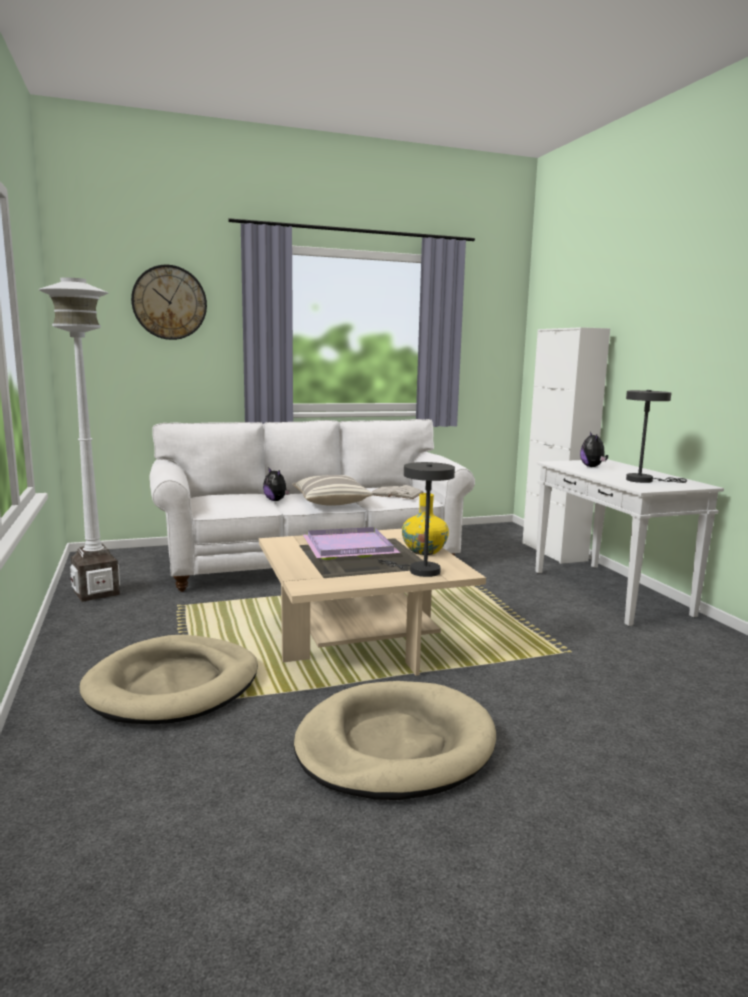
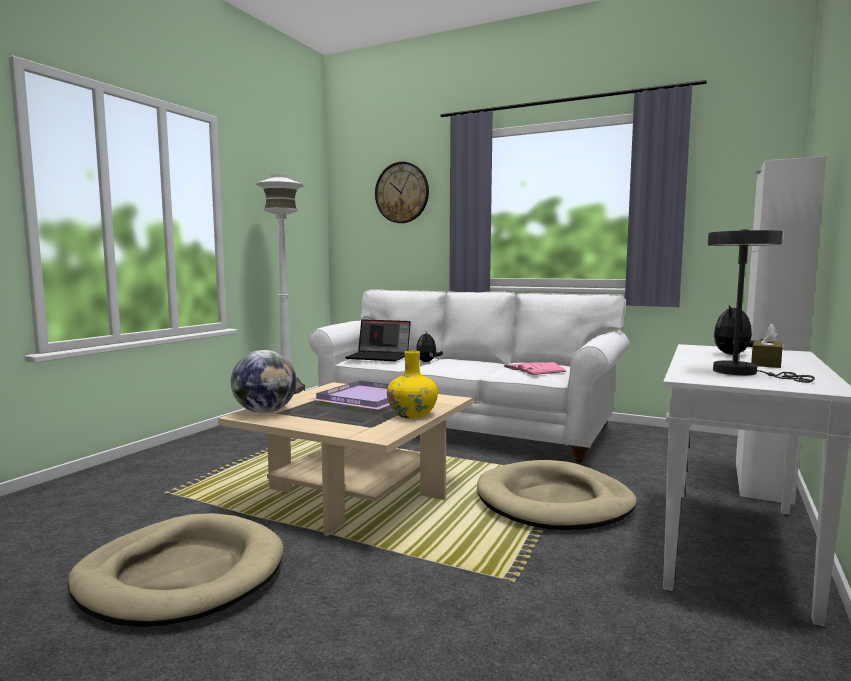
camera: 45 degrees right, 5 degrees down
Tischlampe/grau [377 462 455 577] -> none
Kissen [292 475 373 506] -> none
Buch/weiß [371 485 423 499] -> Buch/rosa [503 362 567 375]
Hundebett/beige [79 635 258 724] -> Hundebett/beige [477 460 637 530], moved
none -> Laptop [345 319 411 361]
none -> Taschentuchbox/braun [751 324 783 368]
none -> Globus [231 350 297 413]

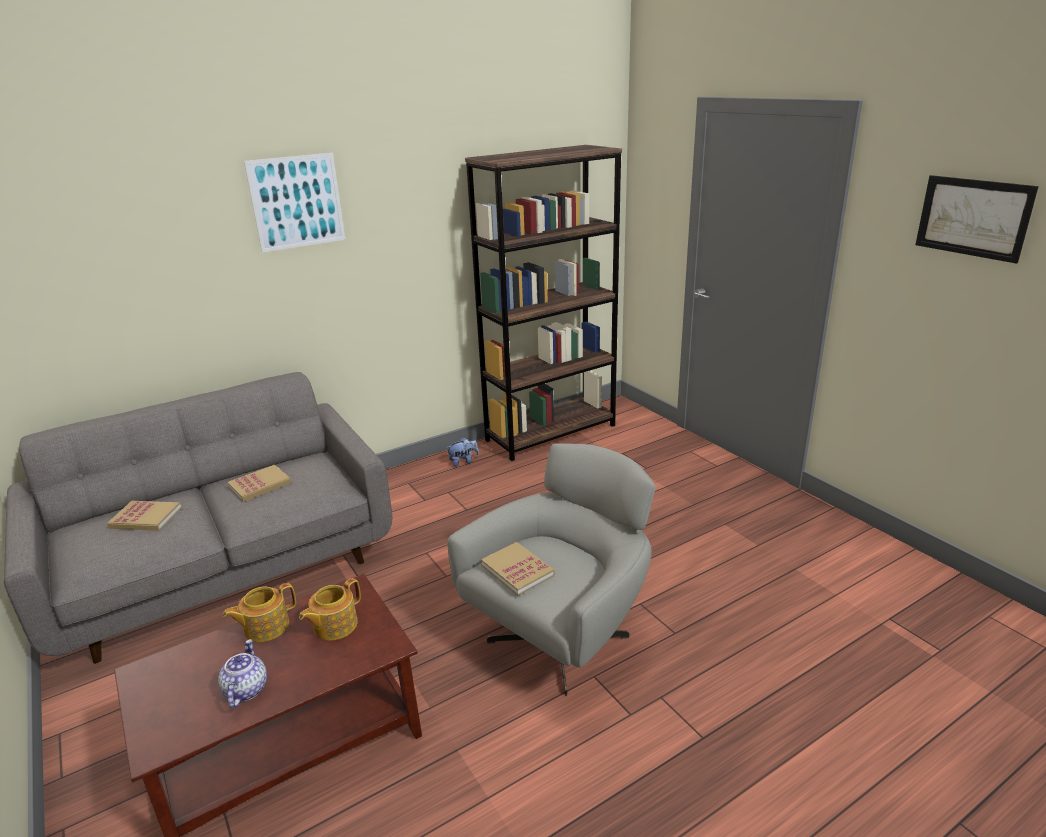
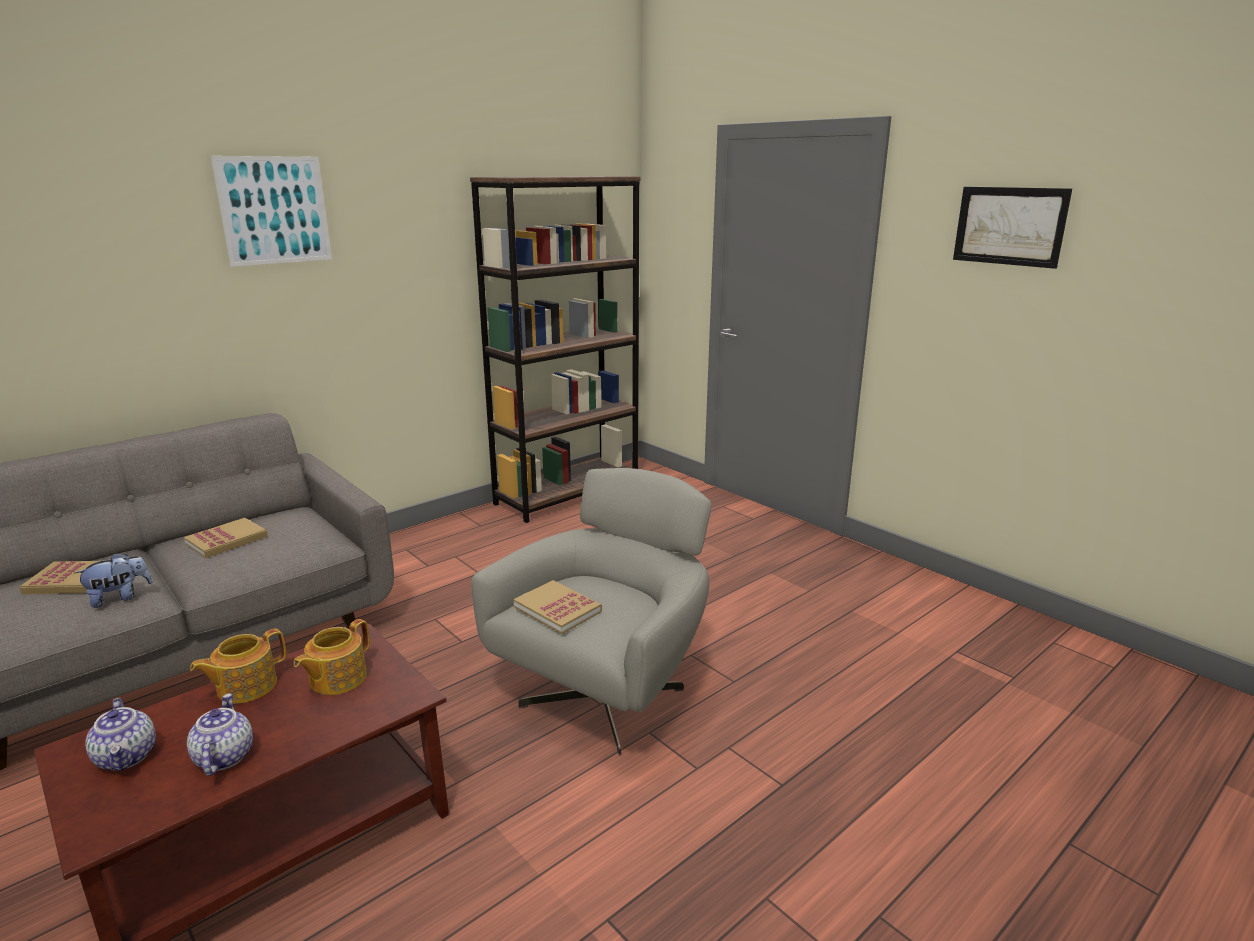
camera: 10 degrees left, 5 degrees down
Plüschtier [446 437 479 467] -> Plüschtier [74 553 153 608], moved
none -> Teekanne [86 698 156 771]

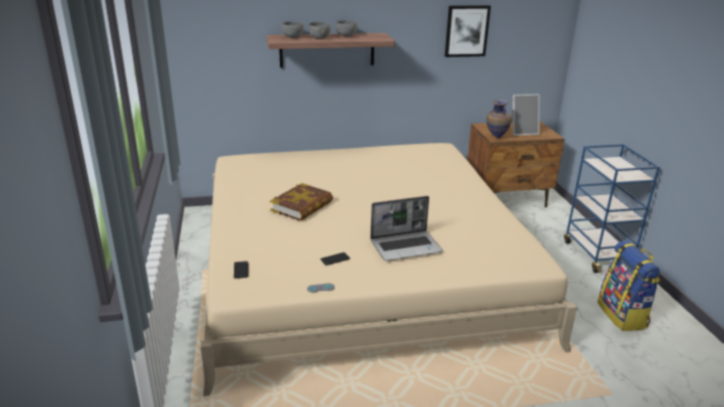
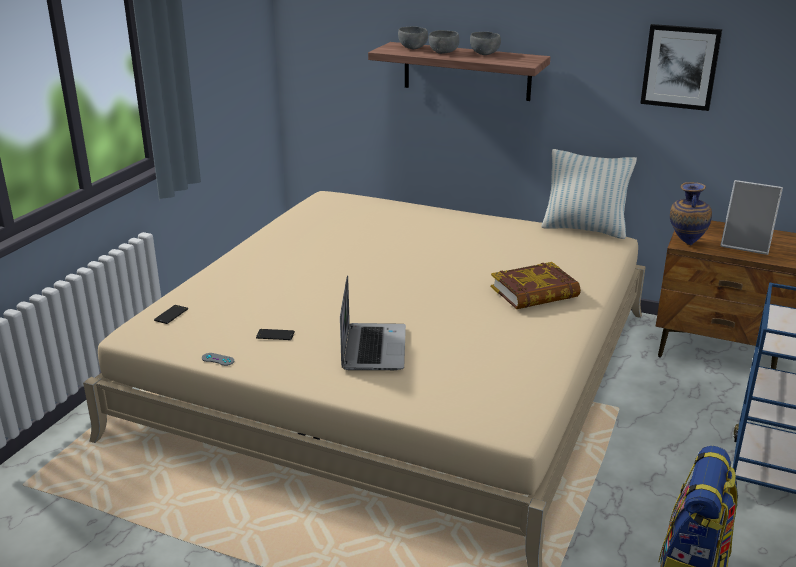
camera: 35 degrees right, 0 degrees up
Buch [270 183 333 221] -> Buch [491 262 581 309], moved
Laptop [370 196 443 261] -> Laptop [340 275 406 370], 105 degrees counterclockwise
none -> Kissen [541 149 637 239]

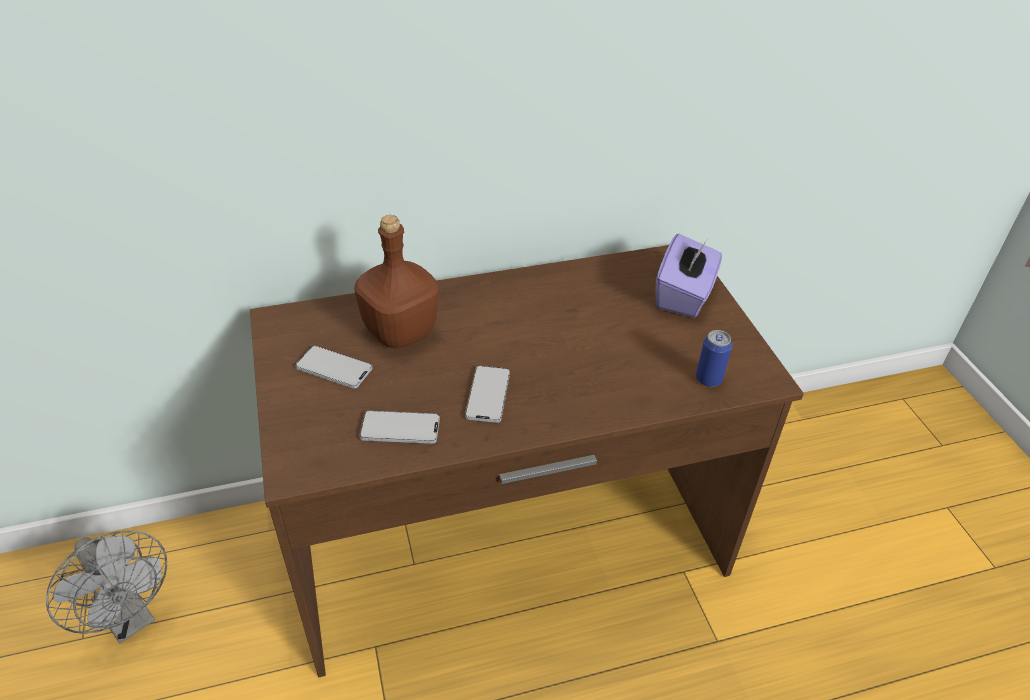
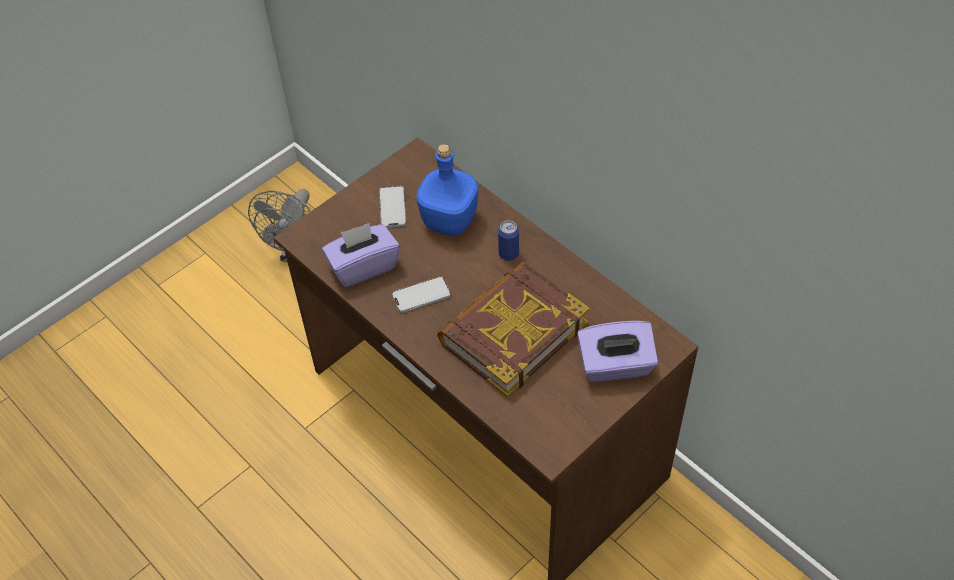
camera: 65 degrees right, 10 degrees up
Flasche/braun [354 215 439 348] -> Flasche/blau [416 144 478 236]
Dose [696 330 732 387] -> Dose [498 220 519 261], moved
Handy [360 411 440 444] -> Taschentuchbox/lila [322 223 400 287]
none -> Buch [437 262 590 398]

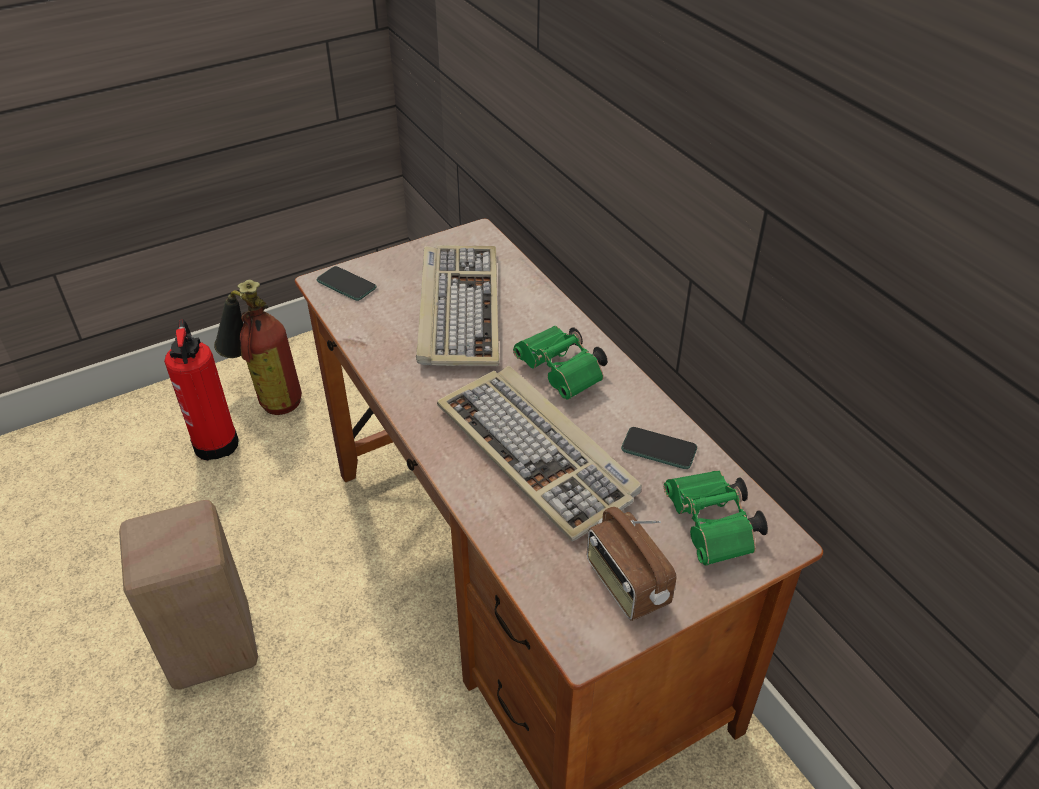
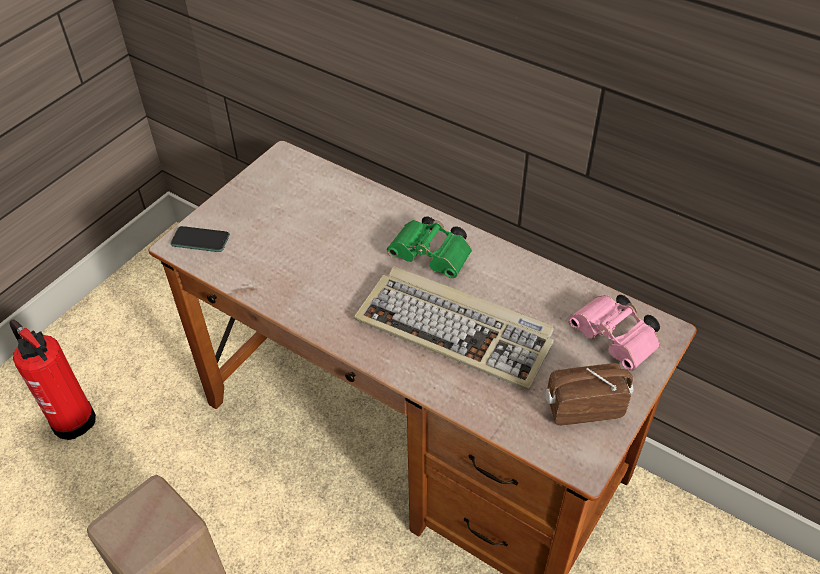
camera: 25 degrees left, 5 degrees up
Tastatur [416 245 499 366] -> none
Feuerlöscher [214 279 302 415] -> none
Handy [621 427 697 469] -> none
Fernglas/grün [664 471 768 566] -> Fernglas/rosa [569 295 660 371]
Radio [587 507 676 621] -> Radio [546 363 633 426], 135 degrees clockwise

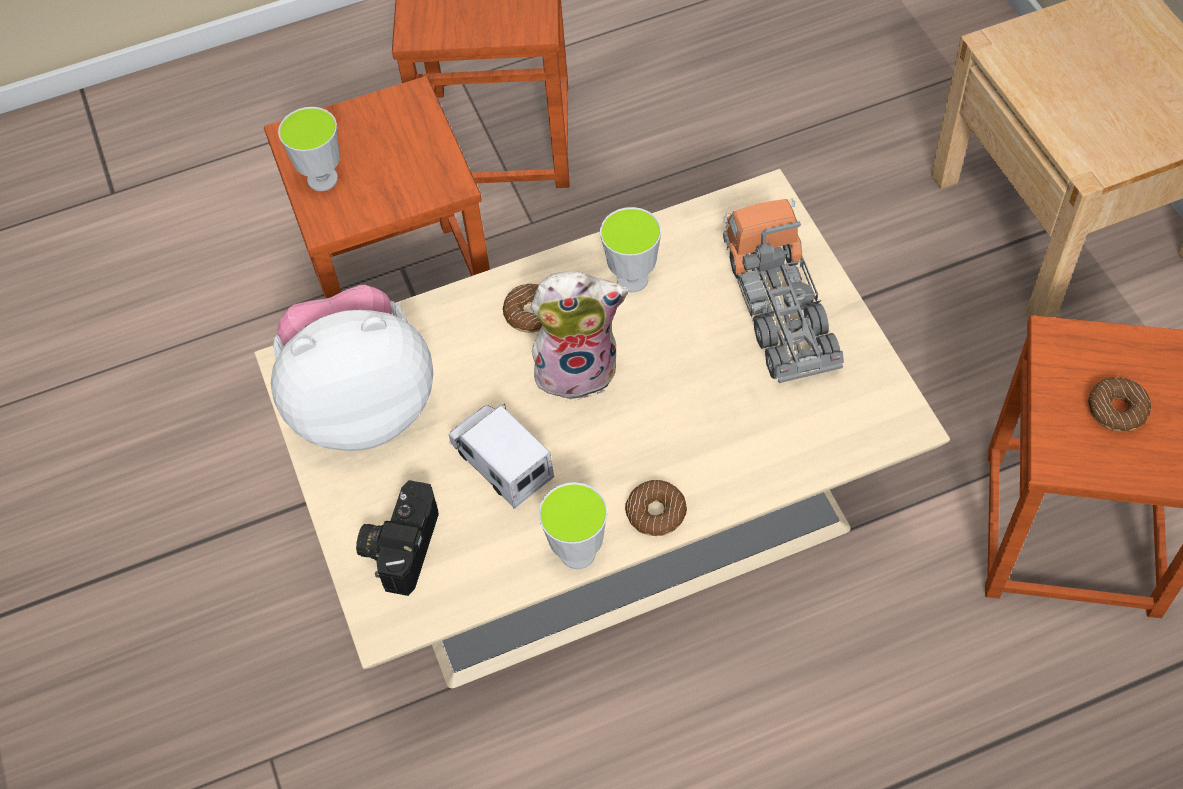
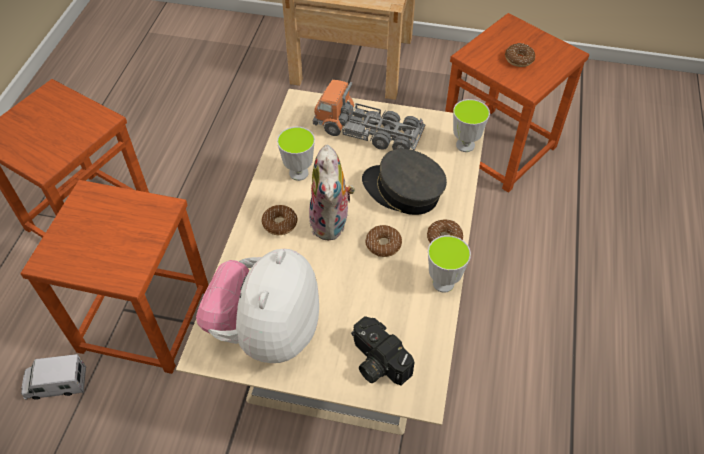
camera: 60 degrees left, 5 degrees down
Tasse [278 107 340 191] -> Tasse [453 99 490 152], moved
Plüschtier [530 271 628 401] -> Plüschtier [309 145 355 240], 150 degrees clockwise
Spielzeuglaster [449 404 554 509] -> Spielzeuglaster [21 354 86 400], moved
none -> Kappe/grau [362 149 447 215]
none -> Donut [365 225 402 257]

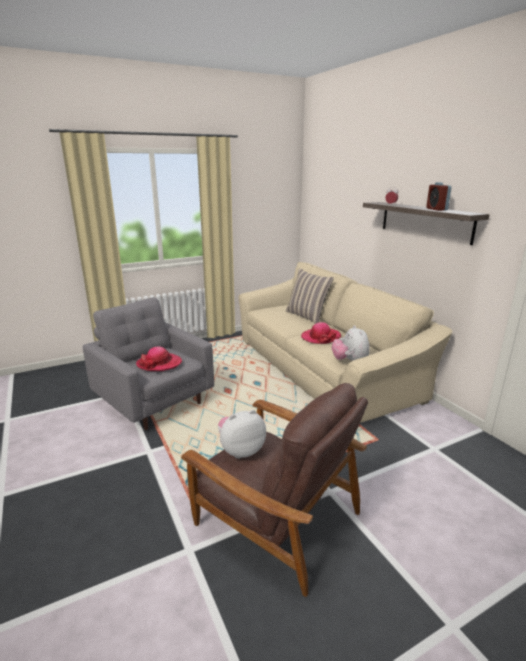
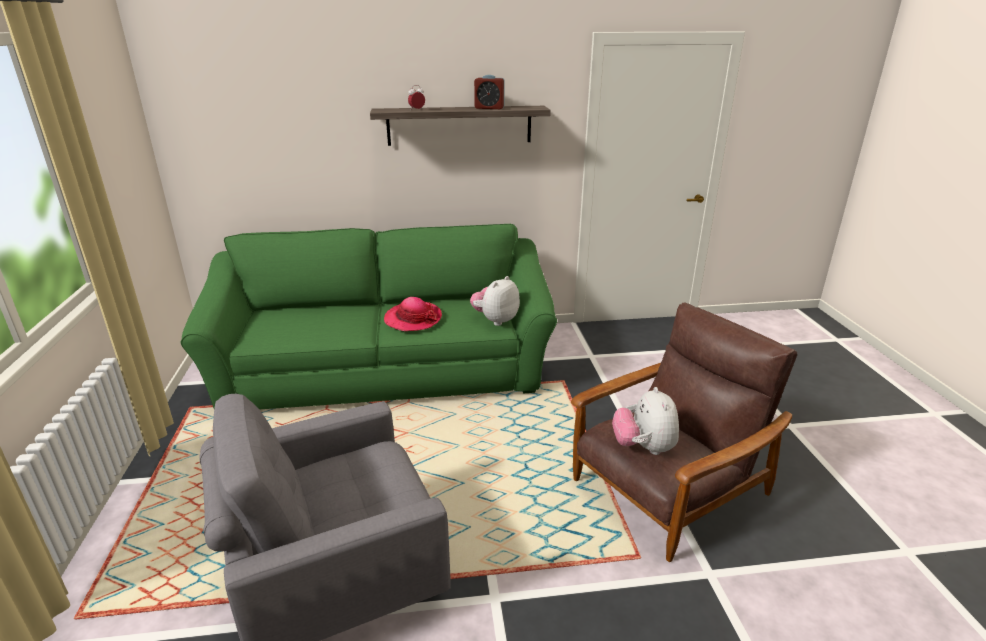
camera: 70 degrees left, 5 degrees up
Sofa/beige [238 262 453 423] -> Sofa/grün [181 224 557 409]
Kissen [286 268 334 324] -> none
Plüschtier [332 325 370 361] -> Plüschtier [470 276 520 326], 120 degrees clockwise
Hut [136 346 182 371] -> none

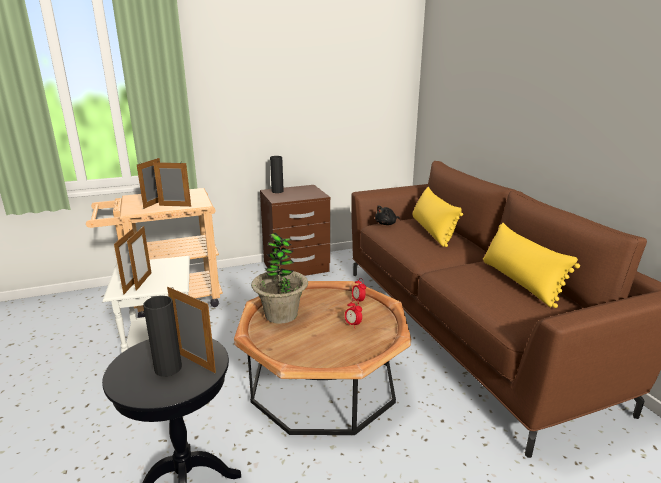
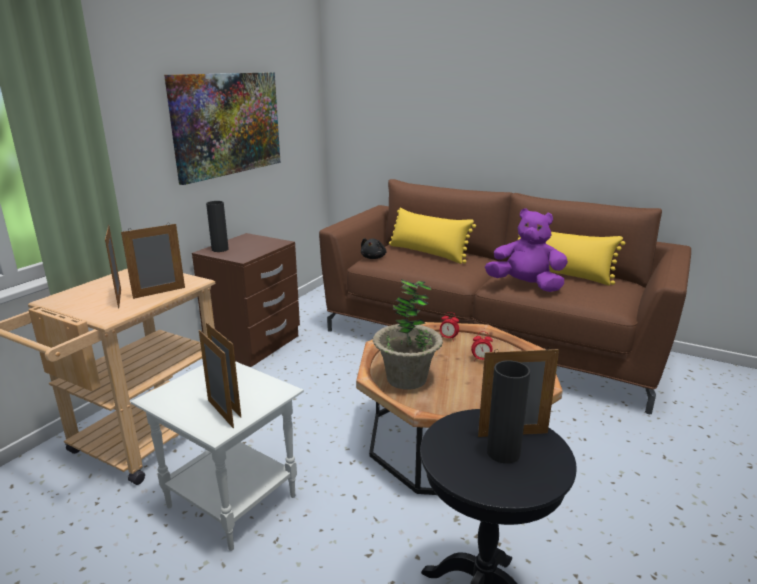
camera: 40 degrees left, 0 degrees up
none -> Bild [164 72 281 185]
none -> Plüschtier/lila [485 208 568 292]

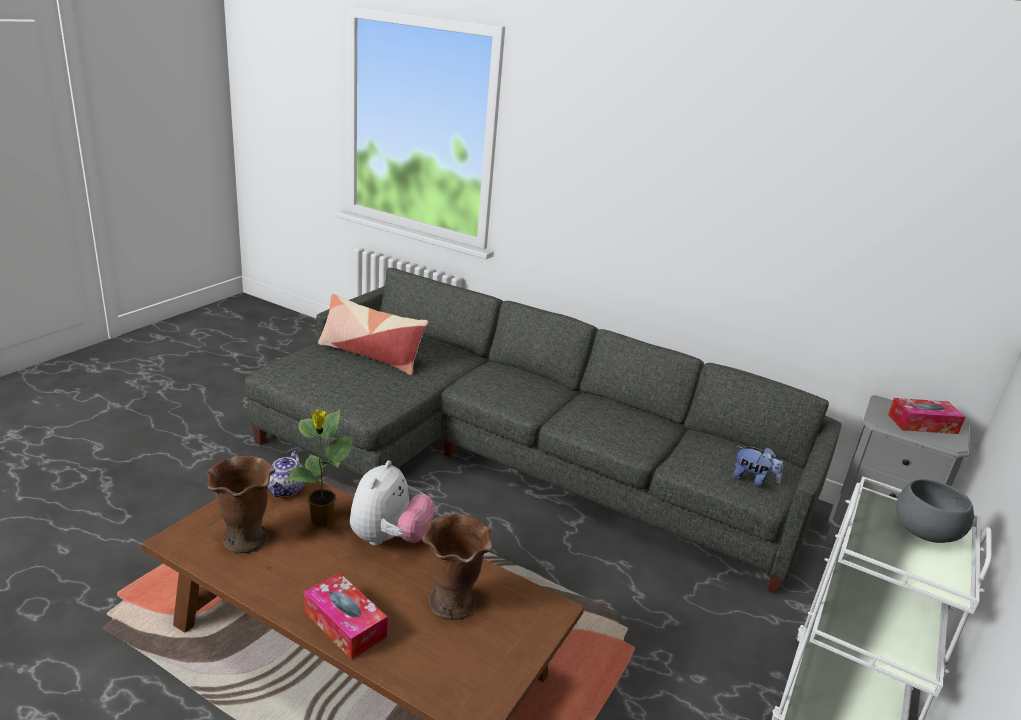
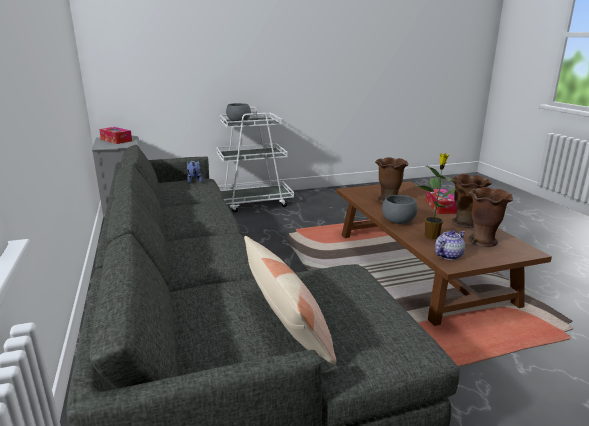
camera: 135 degrees left, 5 degrees down
Plüschtier [350 460 435 545] -> Schüssel/grau [382 195 418 224]
none -> Vase/braun [451 174 492 228]

